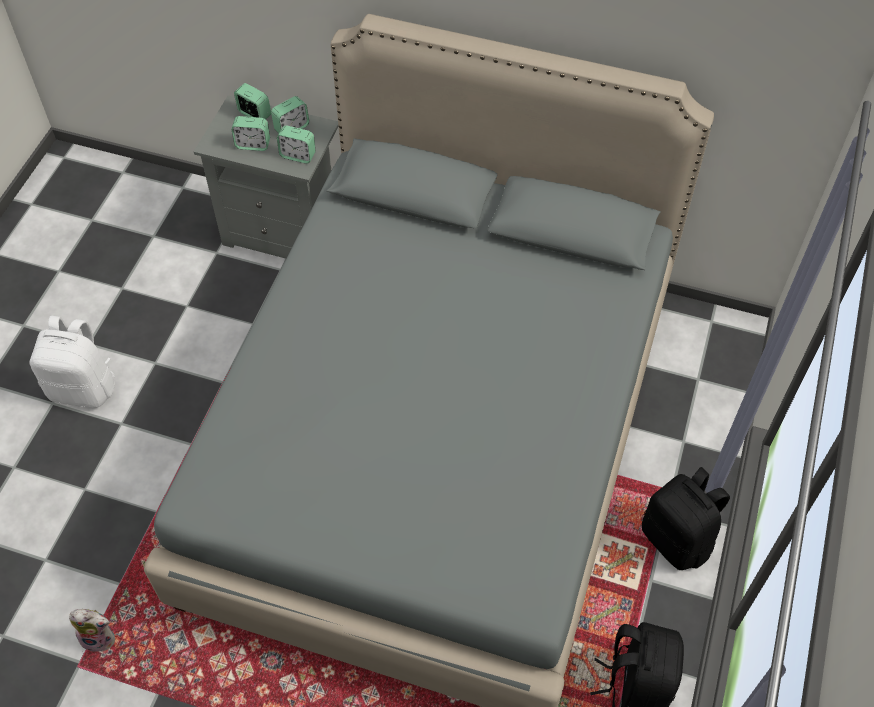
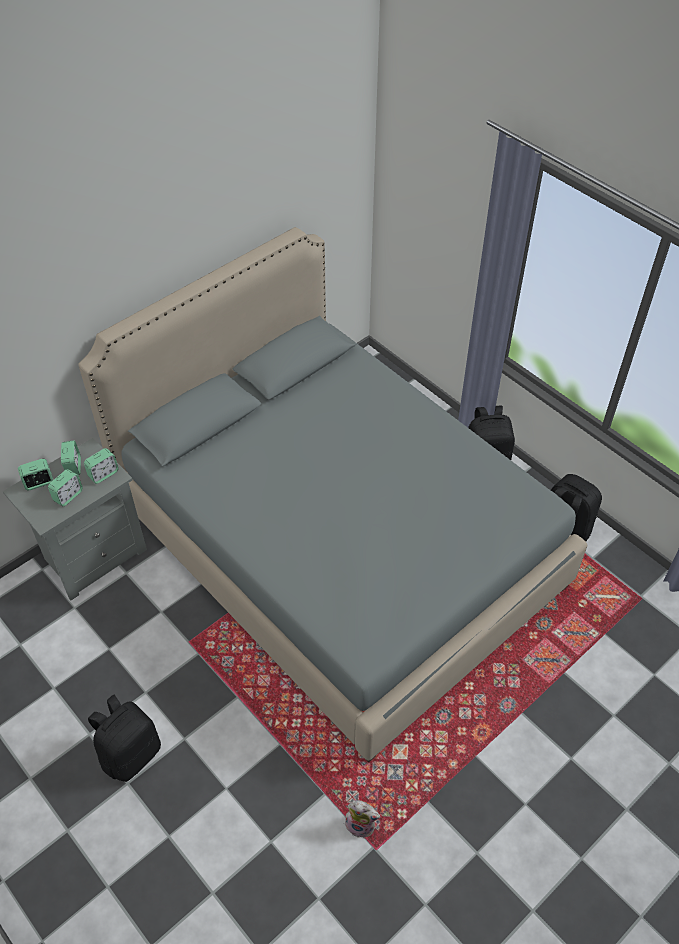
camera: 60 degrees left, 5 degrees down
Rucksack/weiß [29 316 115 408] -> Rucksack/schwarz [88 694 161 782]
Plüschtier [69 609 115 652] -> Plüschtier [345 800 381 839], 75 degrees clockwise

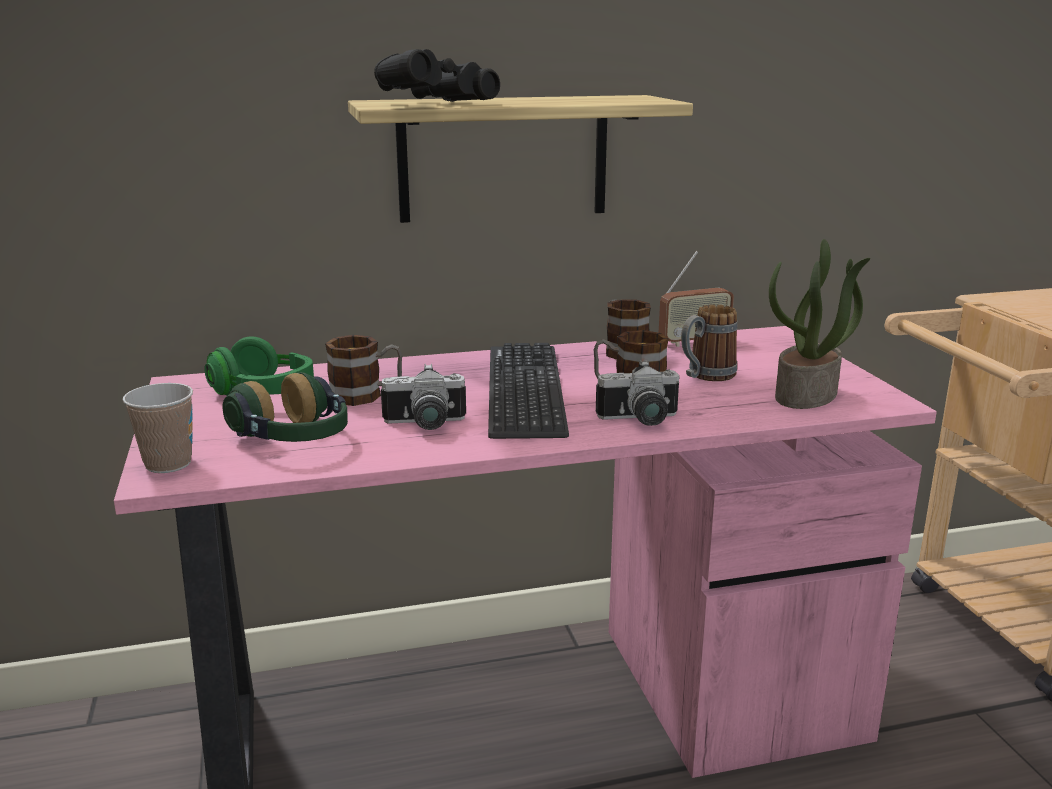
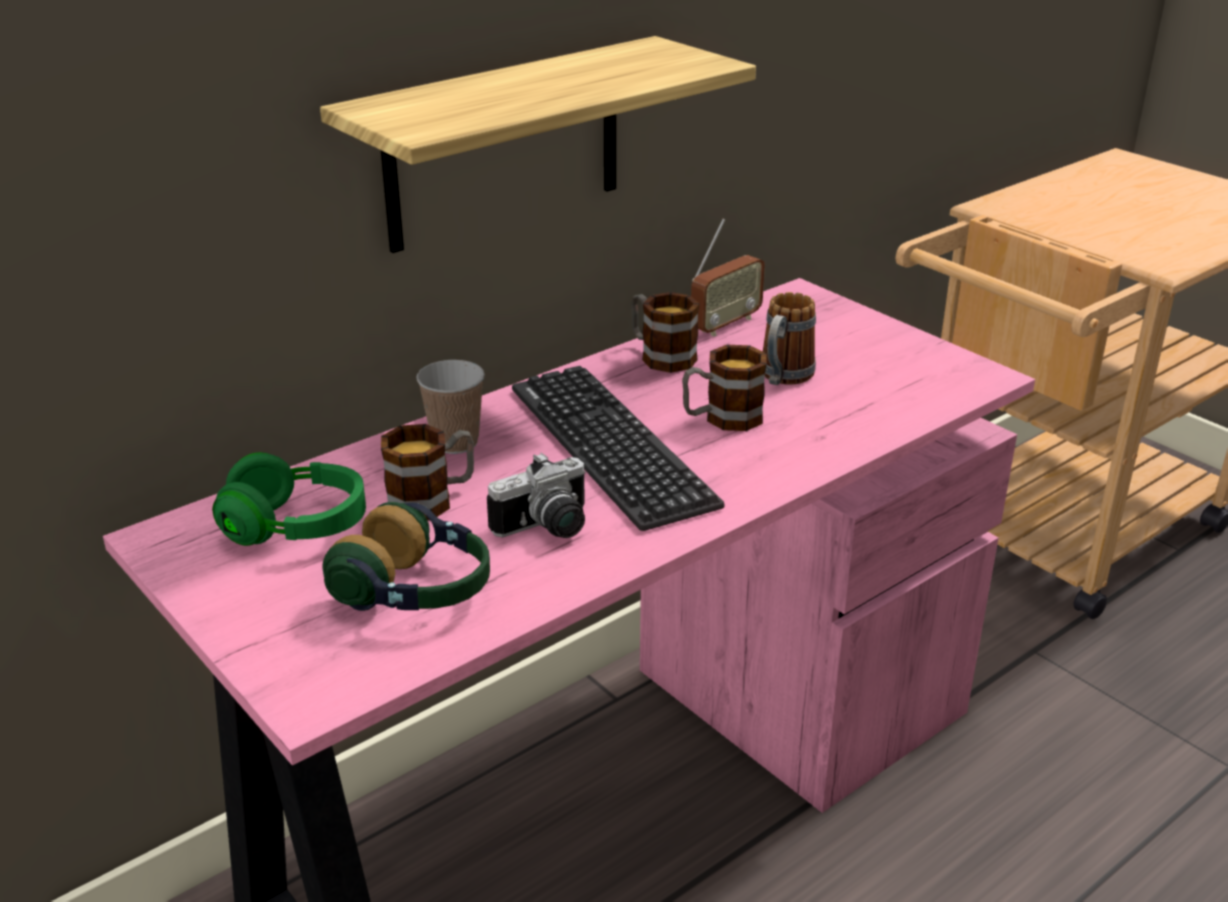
camera: 25 degrees left, 10 degrees up
Fernglas/schwarz [374 49 500 102] -> none
Topfpflanze [769 239 870 409] -> none
Kamera [596 360 680 426] -> none
Tasse [123 383 193 473] -> Tasse [416 360 485 454], moved

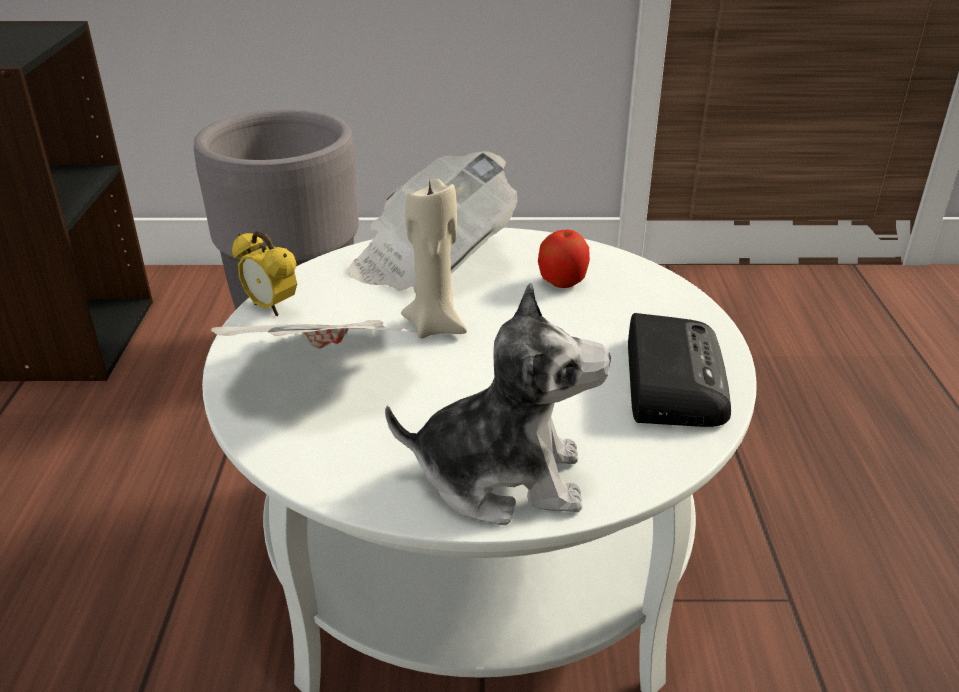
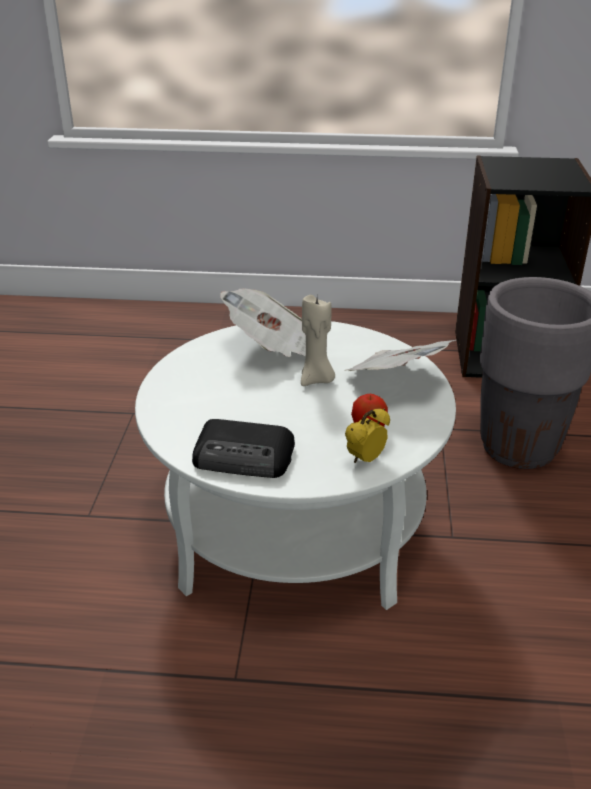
camera: 95 degrees right, 0 degrees up
Wecker [232 231 297 316] -> Wecker [345 408 390 463], moved
Plüschtier [385 283 611 525] -> none

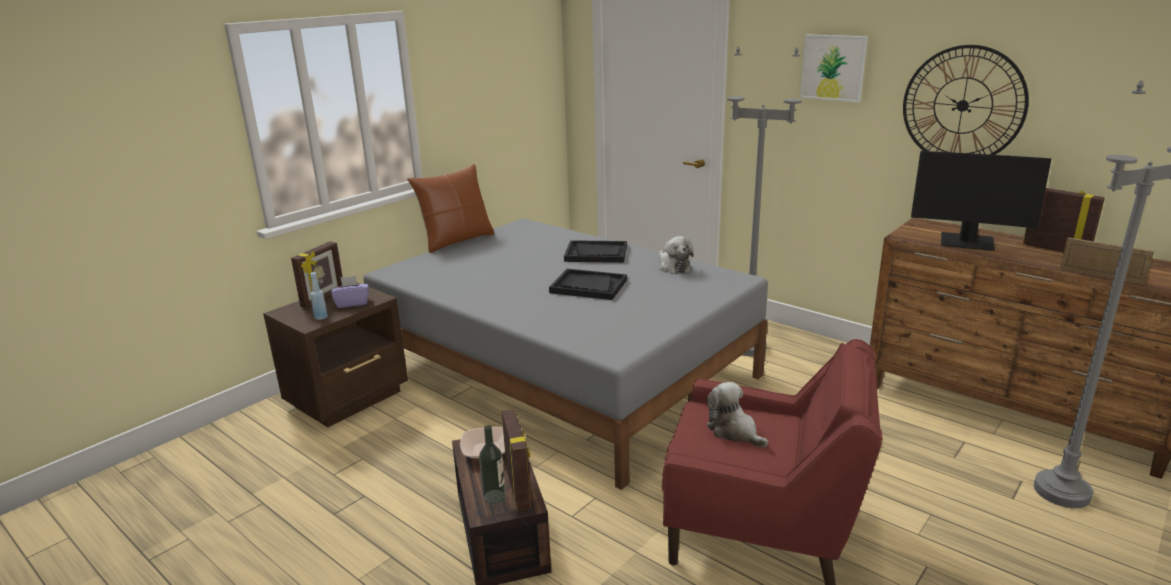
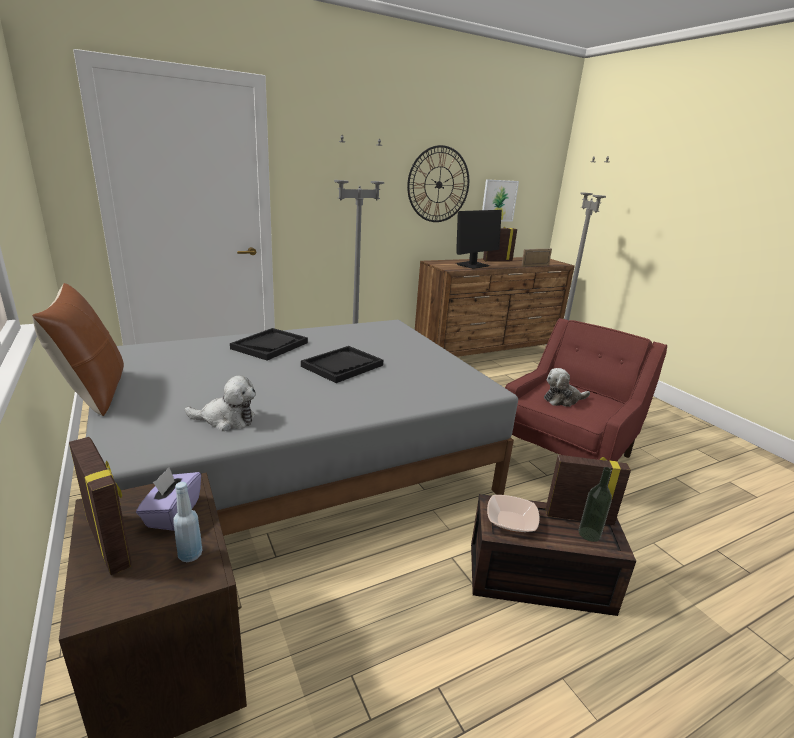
camera: 70 degrees left, 0 degrees up
Bild [800 34 868 103] -> Bild [482 179 519 221], moved
Plüschtier [659 236 694 274] -> Plüschtier [185 376 256 431], moved

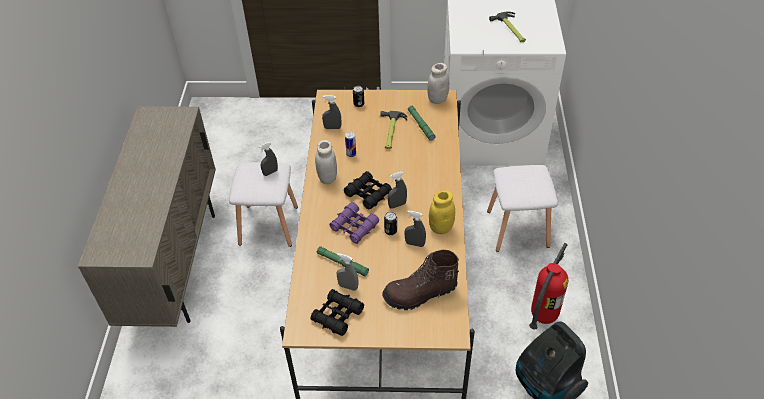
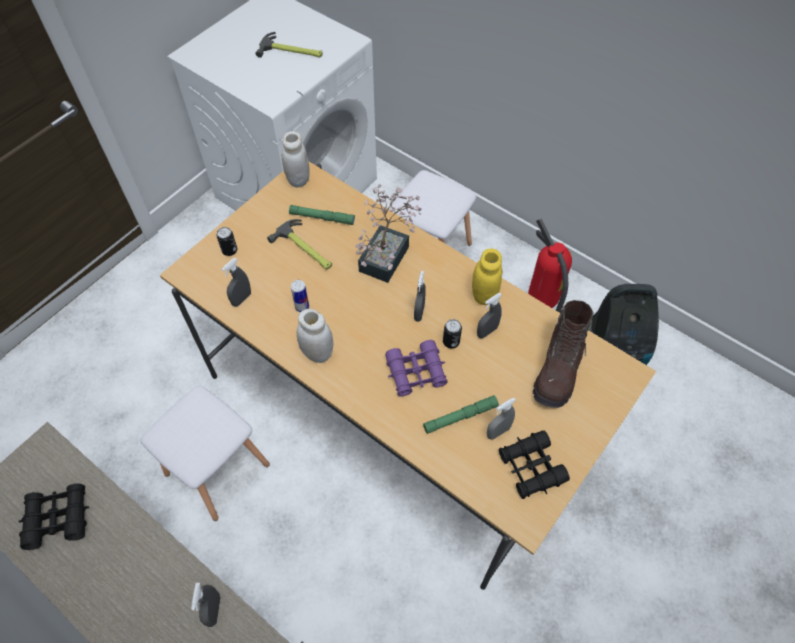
camera: 55 degrees left, 10 degrees up
Sprühflasche/grau [259 142 278 176] -> Sprühflasche/grau [191 583 220 627], moved
Fernglas/schwarz [344 171 392 209] -> Fernglas/schwarz [19 483 89 550], moved
none -> Topfpflanze [356 184 422 283]

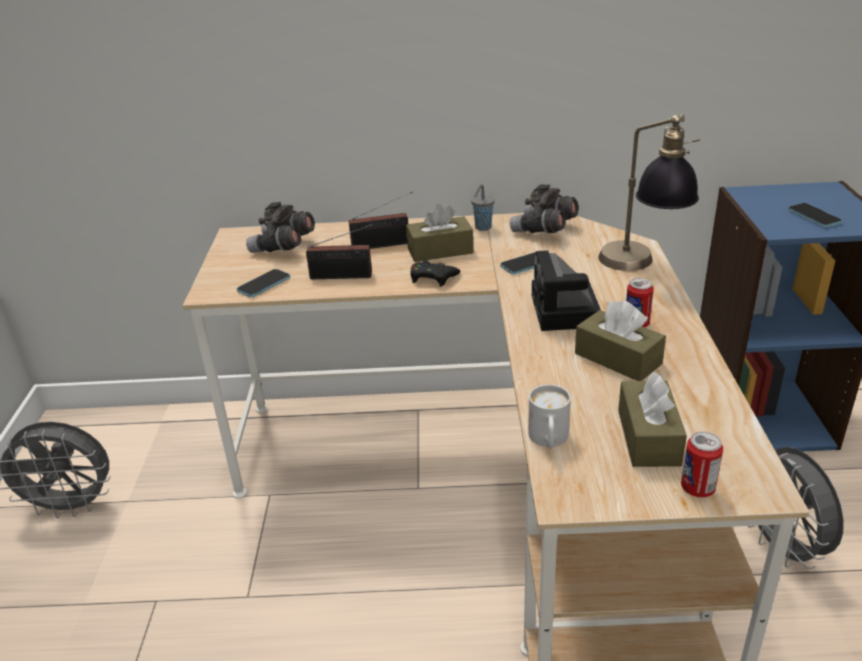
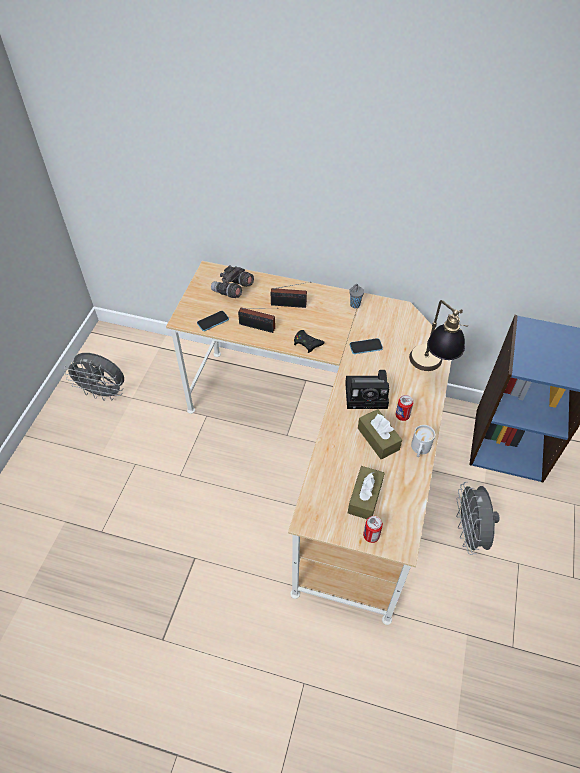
camera: 15 degrees right, 20 degrees up
Fernglas/grau [510 184 579 233] -> none
Taschentuchbox/braun [406 203 473 262] -> none
Handy [788 203 842 227] -> none
Kamera [532 250 601 331] -> Kamera [345 370 389 409], 105 degrees counterclockwise
Henkelbecher/weiß [528 384 571 449] -> Henkelbecher/weiß [411 425 435 457], moved

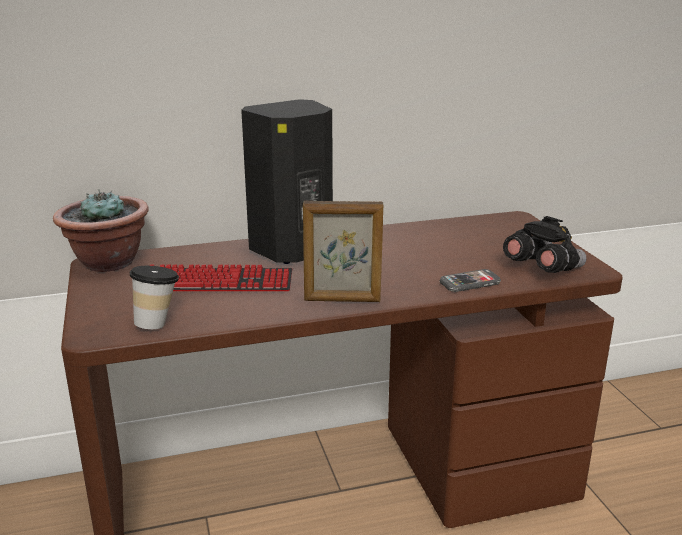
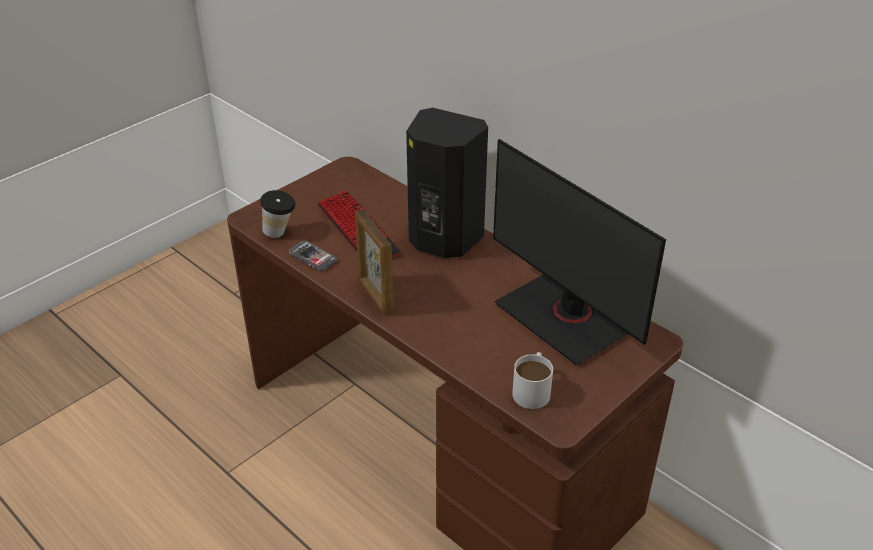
camera: 60 degrees right, 15 degrees up
Topfpflanze [53 189 149 272] -> none
Fernglas/schwarz [503 216 587 273] -> Henkelbecher/weiß [512 352 553 409]
Handy [440 269 501 292] -> Handy [289 241 337 271], moved
none -> Monitor [493 139 666 366]

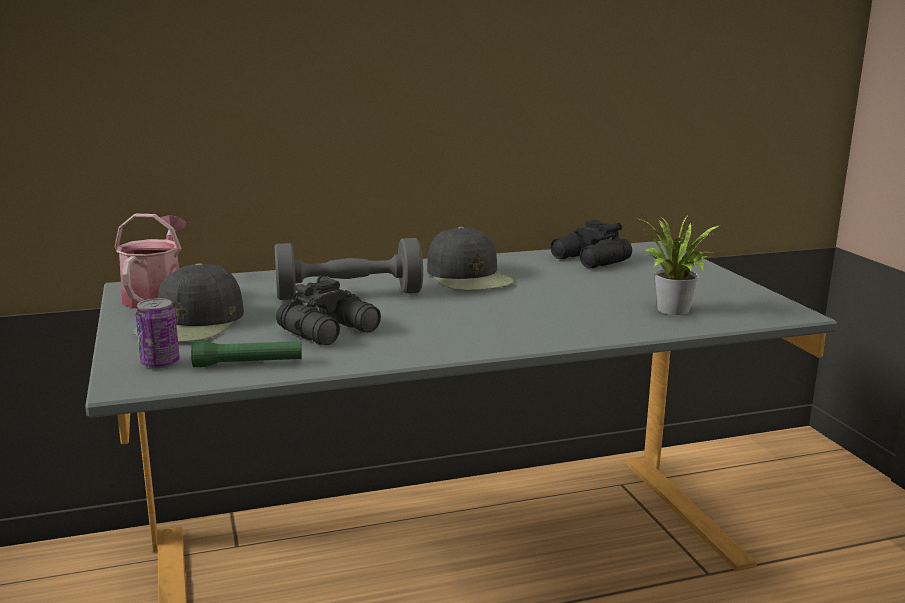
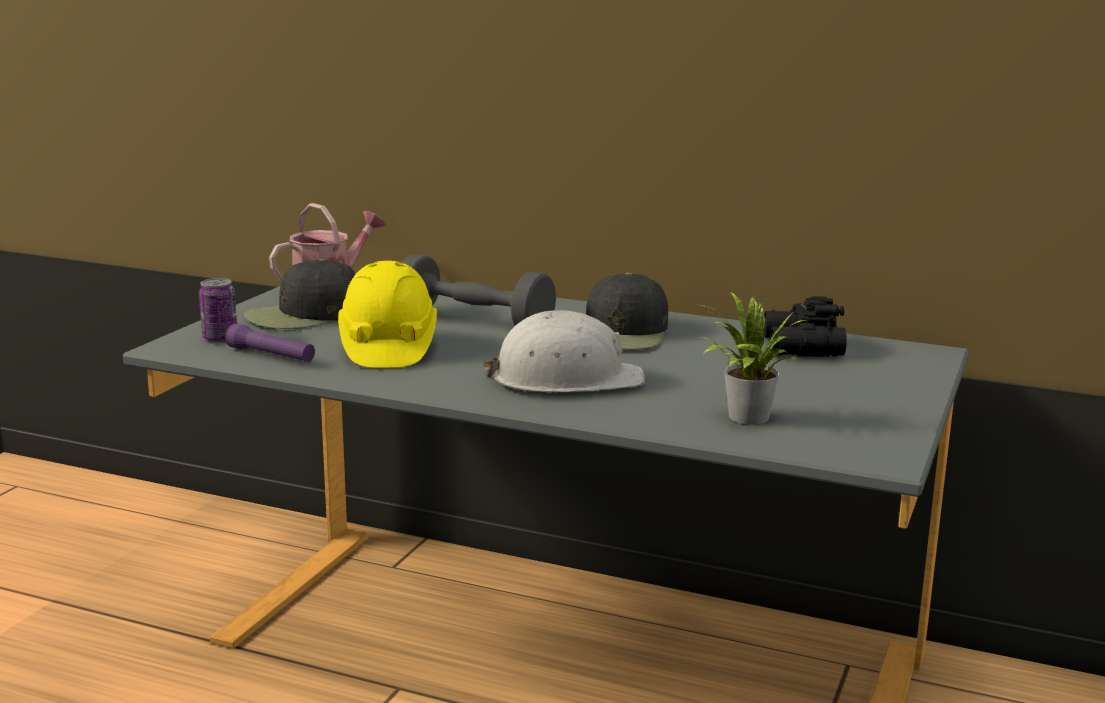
camera: 40 degrees right, 0 degrees up
Fernglas/schwarz [276 276 381 345] -> Schutzhelm/gelb [338 261 437 368]
Taschenlampe/grün [191 341 302 367] -> Taschenlampe/lila [225 323 315 362]
none -> Schutzhelm/weiß [483 310 645 393]

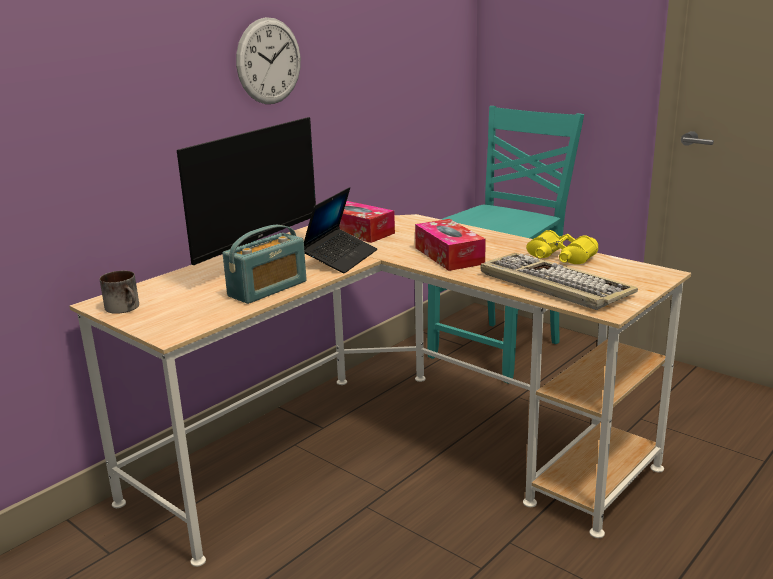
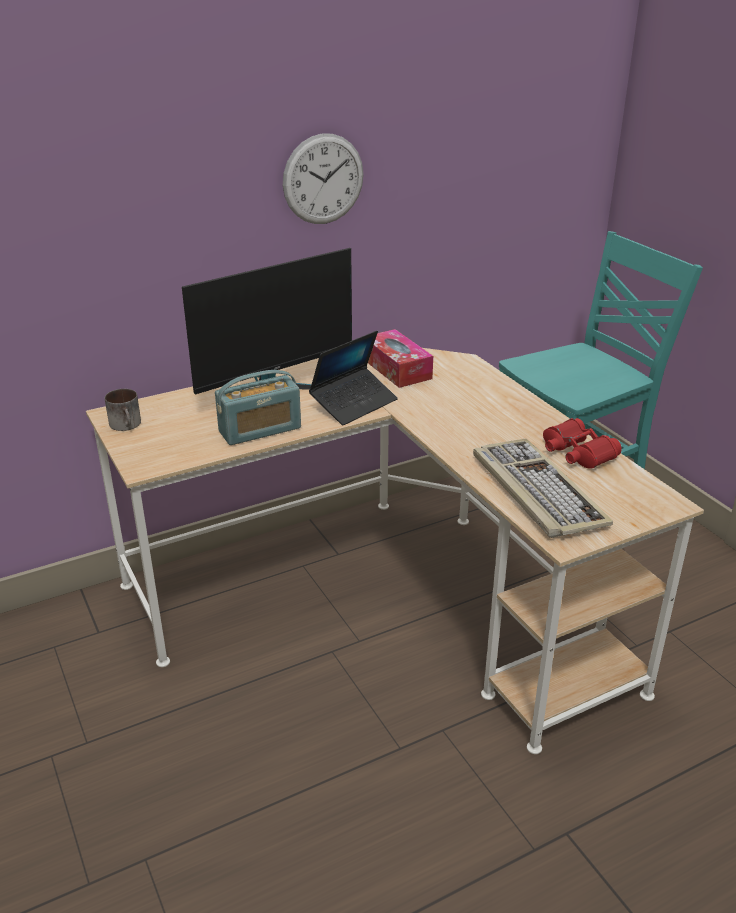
camera: 20 degrees right, 10 degrees up
Taschentuchbox [415 219 486 271] -> none
Fernglas/gelb [526 230 598 264] -> Fernglas/rot [543 418 622 469]

